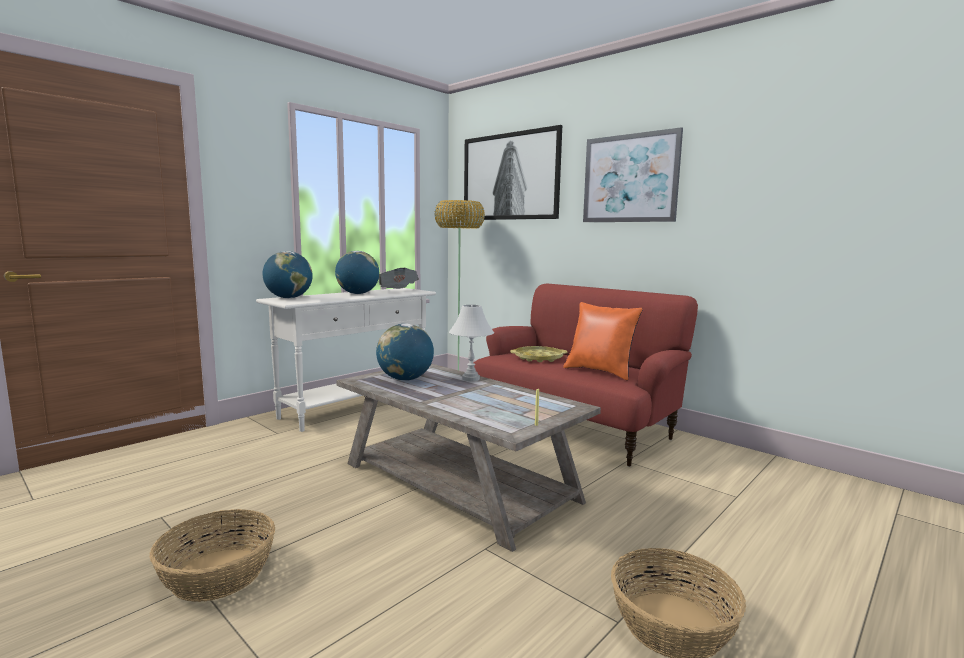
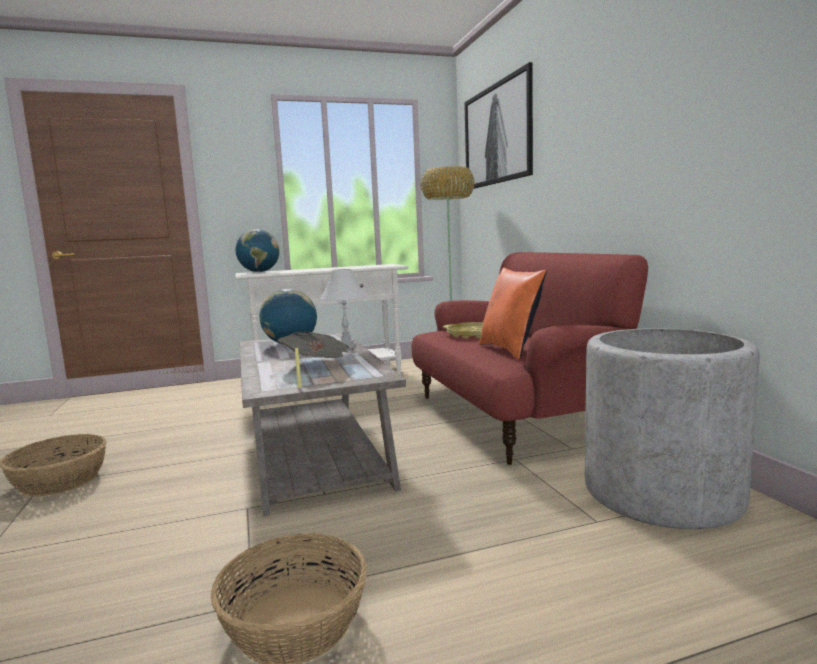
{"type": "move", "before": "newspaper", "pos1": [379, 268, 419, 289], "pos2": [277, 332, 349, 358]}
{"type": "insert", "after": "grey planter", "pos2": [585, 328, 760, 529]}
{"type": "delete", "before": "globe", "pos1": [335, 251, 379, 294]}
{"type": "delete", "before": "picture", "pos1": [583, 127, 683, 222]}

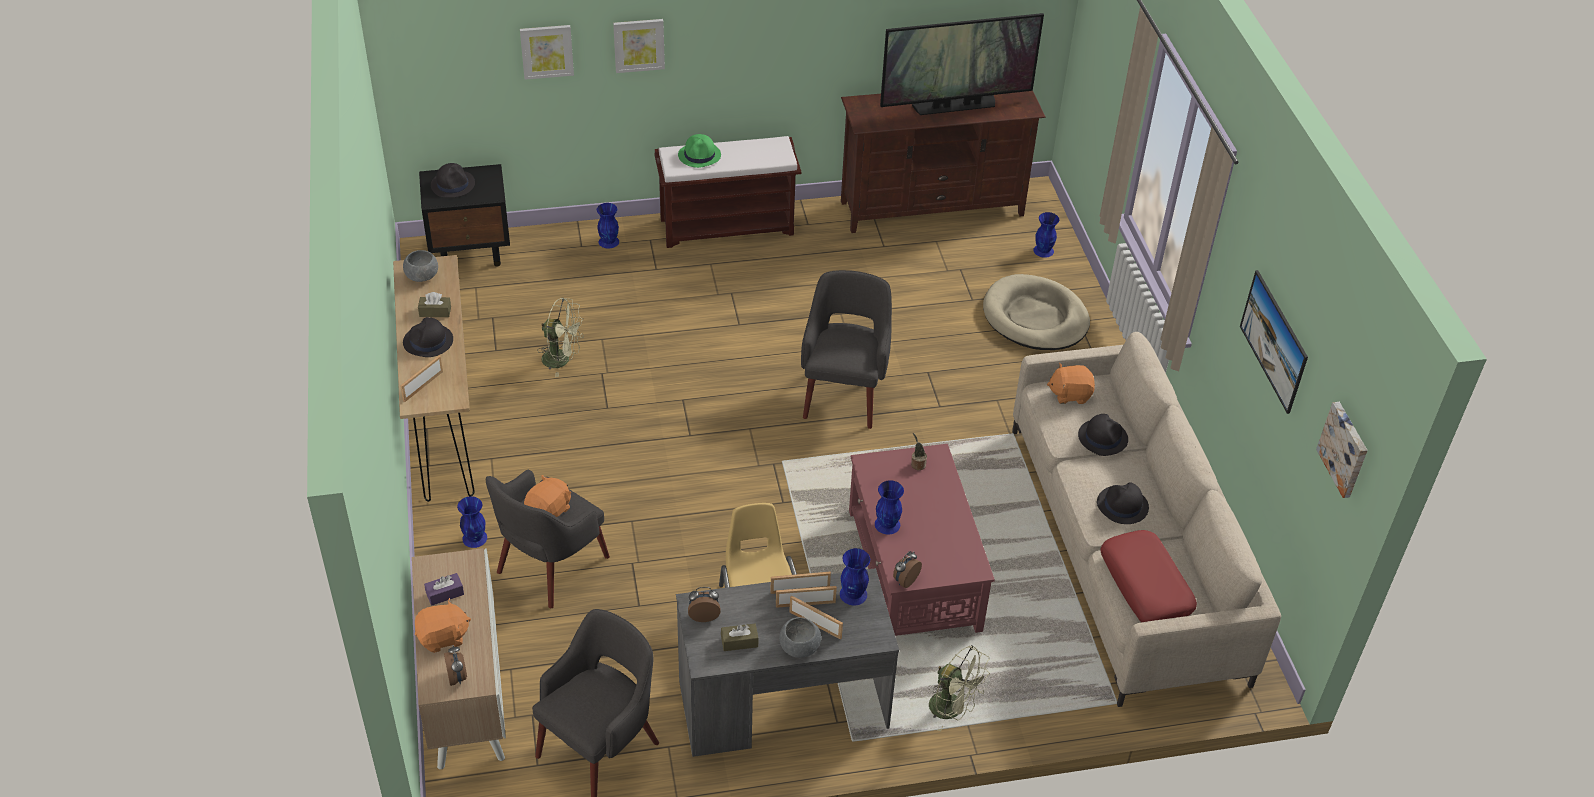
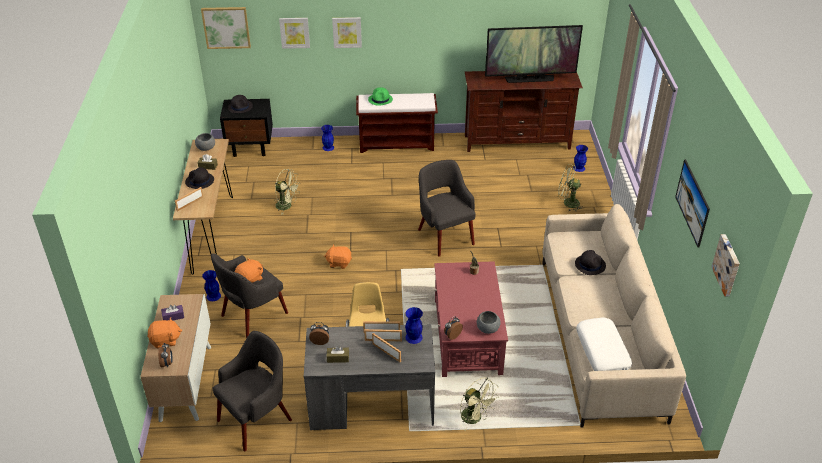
{"type": "insert", "after": "picture", "pos2": [201, 7, 251, 49]}
{"type": "move", "before": "orange plush toy", "pos1": [1047, 363, 1095, 404], "pos2": [324, 244, 352, 269]}
{"type": "rotate", "before": "grey armchair", "pos1": [801, 270, 892, 429], "pos2": [418, 160, 476, 257], "turn": -45}
{"type": "move", "before": "grey bowl", "pos1": [779, 617, 821, 658], "pos2": [477, 311, 501, 334]}
{"type": "replace", "before": "beige dog bed", "after": "green fan", "pos1": [983, 274, 1090, 350], "pos2": [558, 164, 584, 211]}
{"type": "recolor", "before": "red pillow", "after": "white pillow", "pos1": [1100, 530, 1197, 622], "pos2": [576, 318, 632, 371]}
{"type": "delete", "before": "blue vase", "pos1": [875, 480, 904, 534]}
{"type": "delete", "before": "black hat", "pos1": [1097, 482, 1149, 524]}

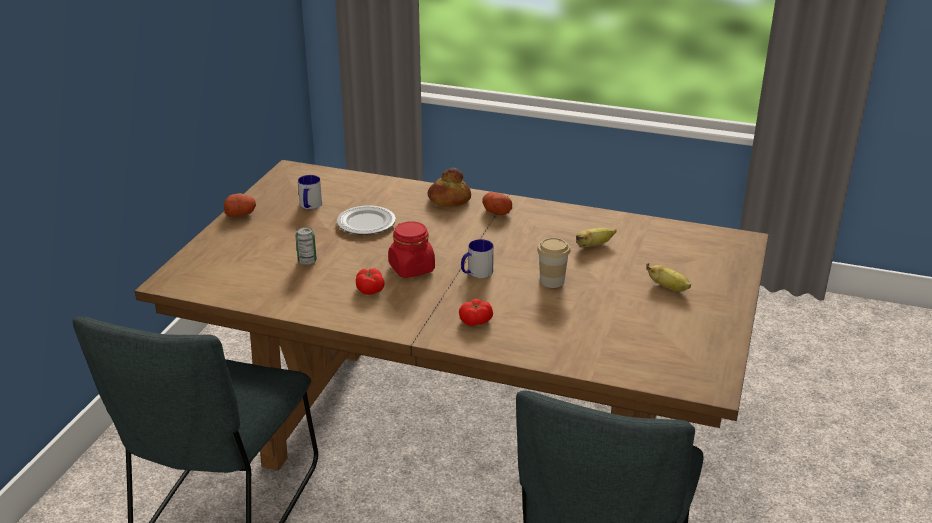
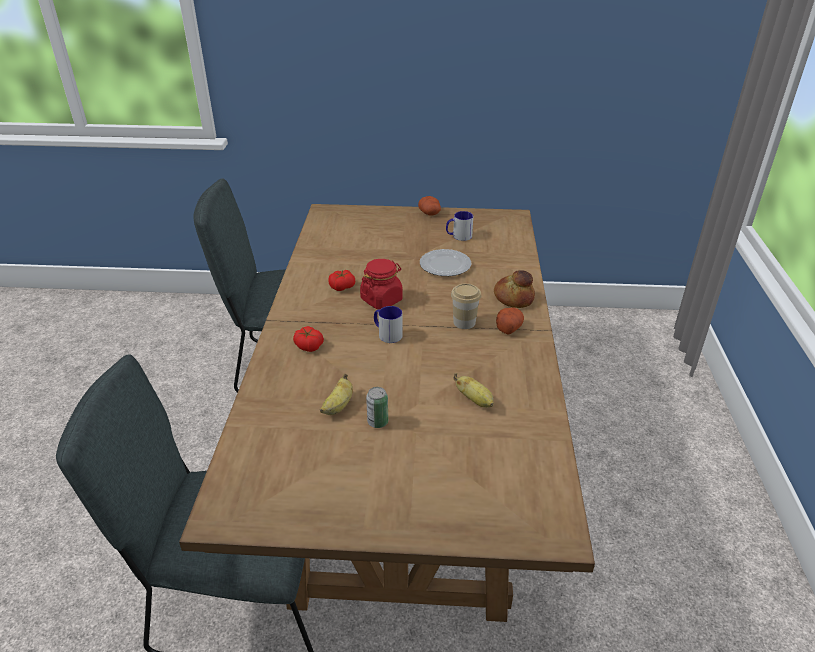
{"type": "move", "before": "banana", "pos1": [646, 263, 691, 291], "pos2": [320, 373, 353, 415]}
{"type": "move", "before": "can", "pos1": [295, 227, 317, 265], "pos2": [366, 387, 388, 428]}
{"type": "move", "before": "cup", "pos1": [537, 237, 570, 288], "pos2": [451, 283, 481, 329]}

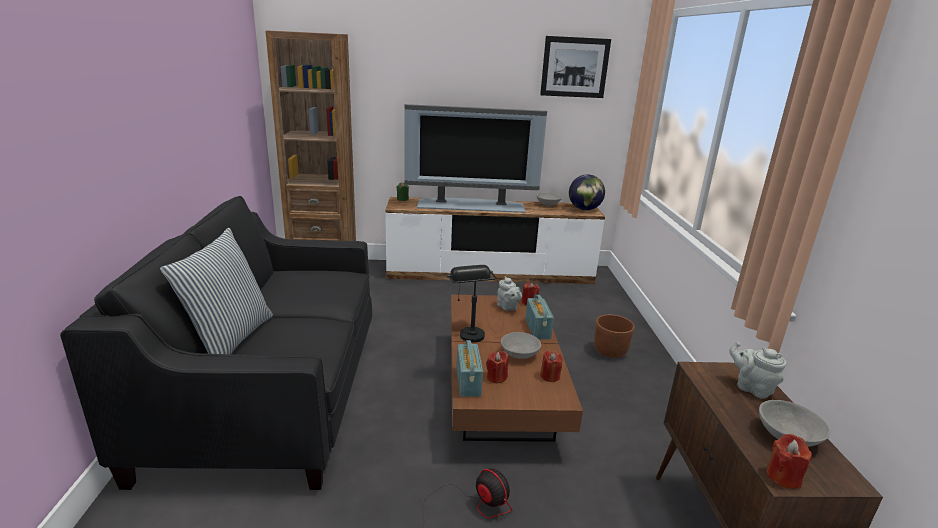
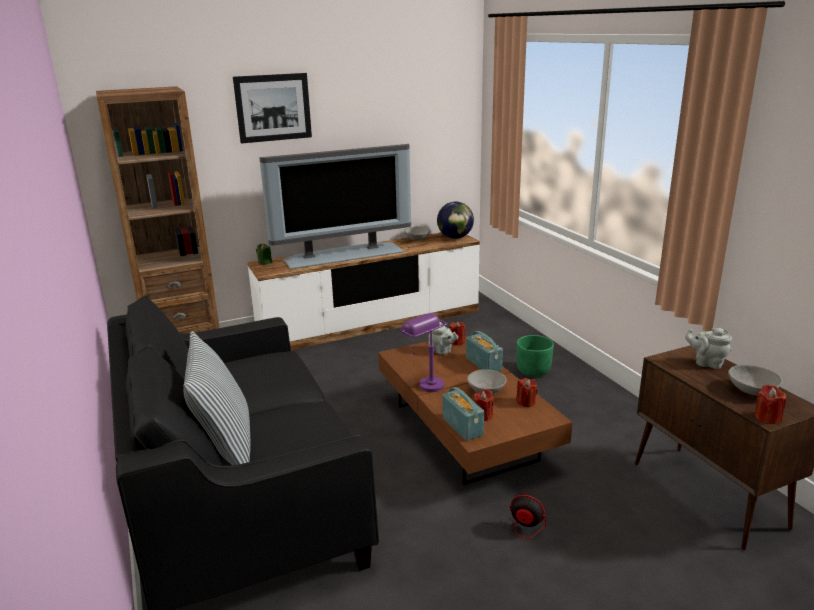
{"type": "move", "before": "picture", "pos1": [540, 36, 611, 98], "pos2": [233, 73, 312, 144]}
{"type": "recolor", "before": "black table lamp", "after": "purple table lamp", "pos1": [447, 265, 497, 343], "pos2": [400, 313, 448, 392]}
{"type": "recolor", "before": "brown planter", "after": "green planter", "pos1": [594, 314, 635, 358], "pos2": [517, 335, 554, 377]}

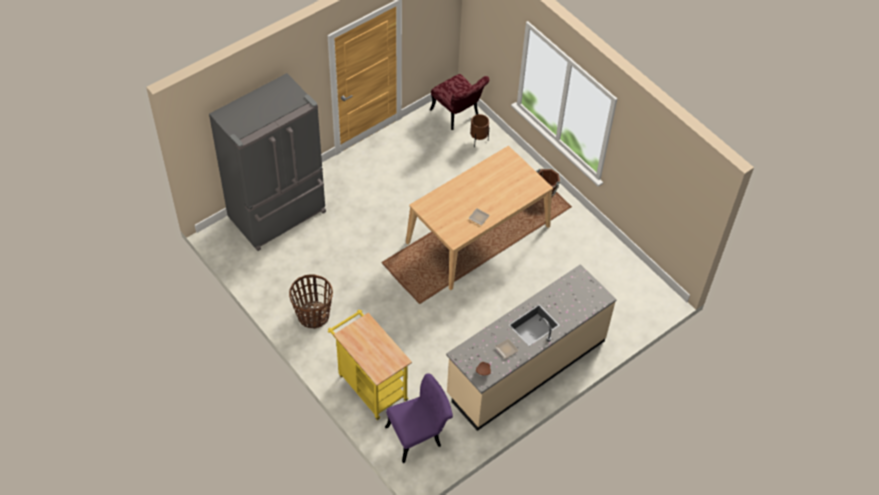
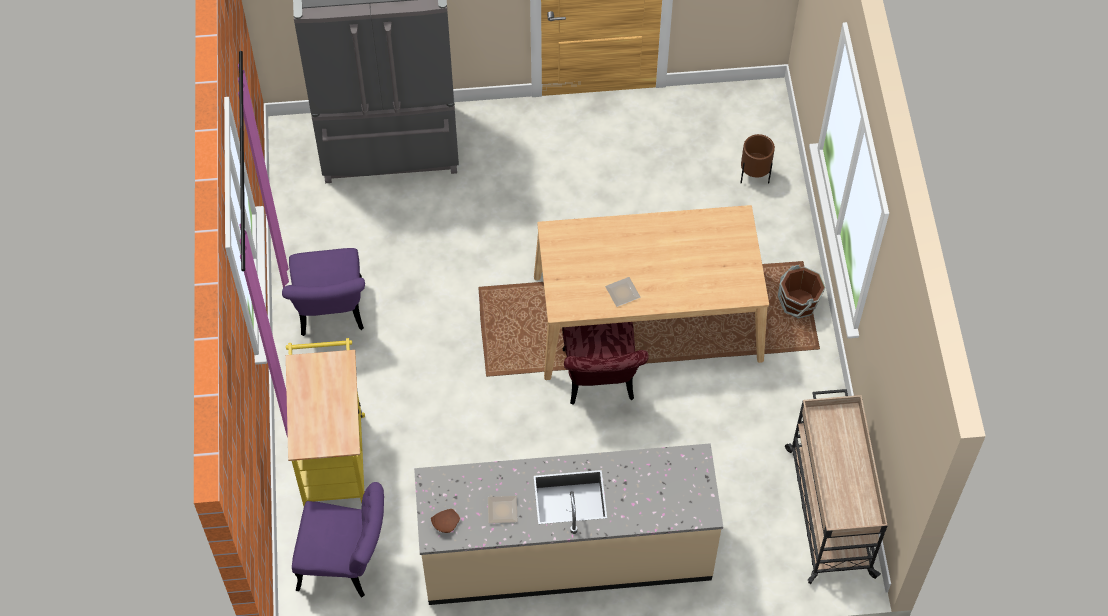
{"type": "replace", "before": "basket", "after": "purple chair", "pos1": [289, 275, 333, 329], "pos2": [282, 248, 365, 336]}
{"type": "move", "before": "red chair", "pos1": [430, 74, 489, 130], "pos2": [562, 322, 649, 405]}
{"type": "insert", "after": "beige cart", "pos2": [785, 389, 888, 584]}

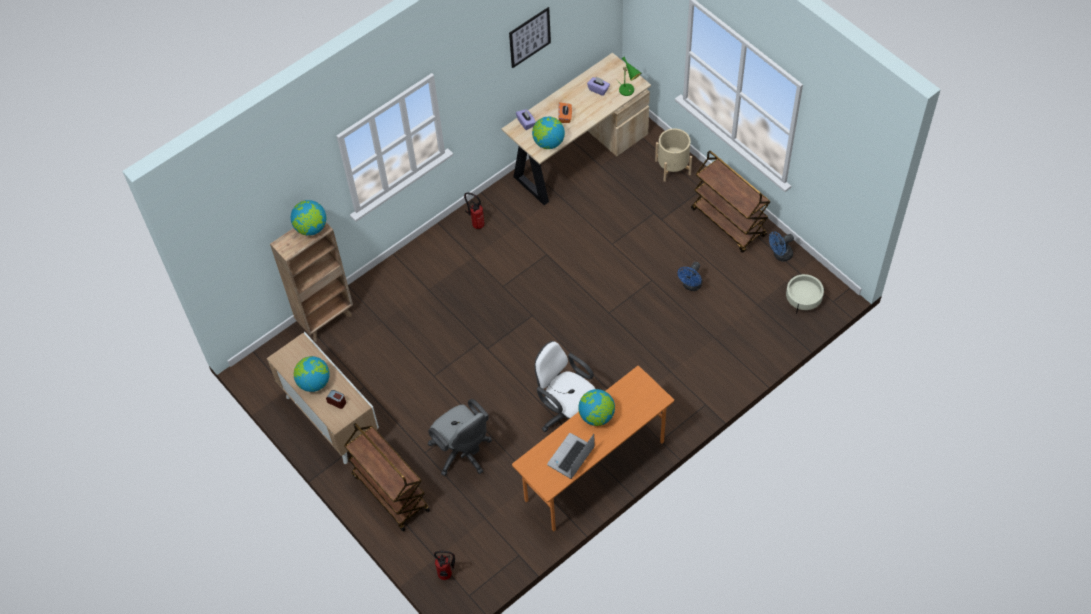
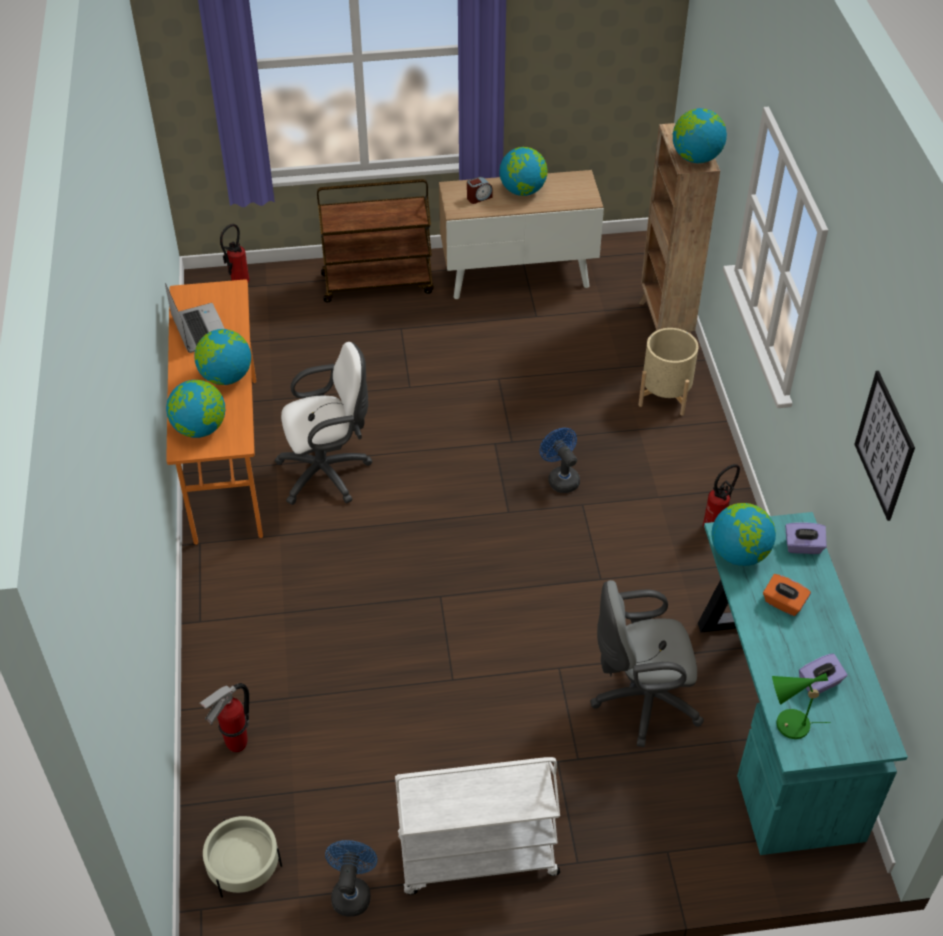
{"type": "insert", "after": "globe", "pos2": [166, 380, 225, 438]}
{"type": "insert", "after": "fire extinguisher", "pos2": [199, 683, 249, 752]}
{"type": "recolor", "before": "brown cart", "after": "white cart", "pos1": [691, 151, 771, 253], "pos2": [395, 757, 560, 895]}
{"type": "move", "before": "blue fan", "pos1": [678, 262, 702, 291], "pos2": [540, 428, 580, 493]}
{"type": "move", "before": "grey office chair", "pos1": [428, 399, 492, 476], "pos2": [590, 580, 704, 747]}
{"type": "move", "before": "beige planter", "pos1": [655, 128, 692, 182], "pos2": [638, 328, 698, 416]}
{"type": "recolor", "before": "beige desk", "after": "turquoise desk", "pos1": [502, 53, 651, 205], "pos2": [698, 512, 908, 855]}

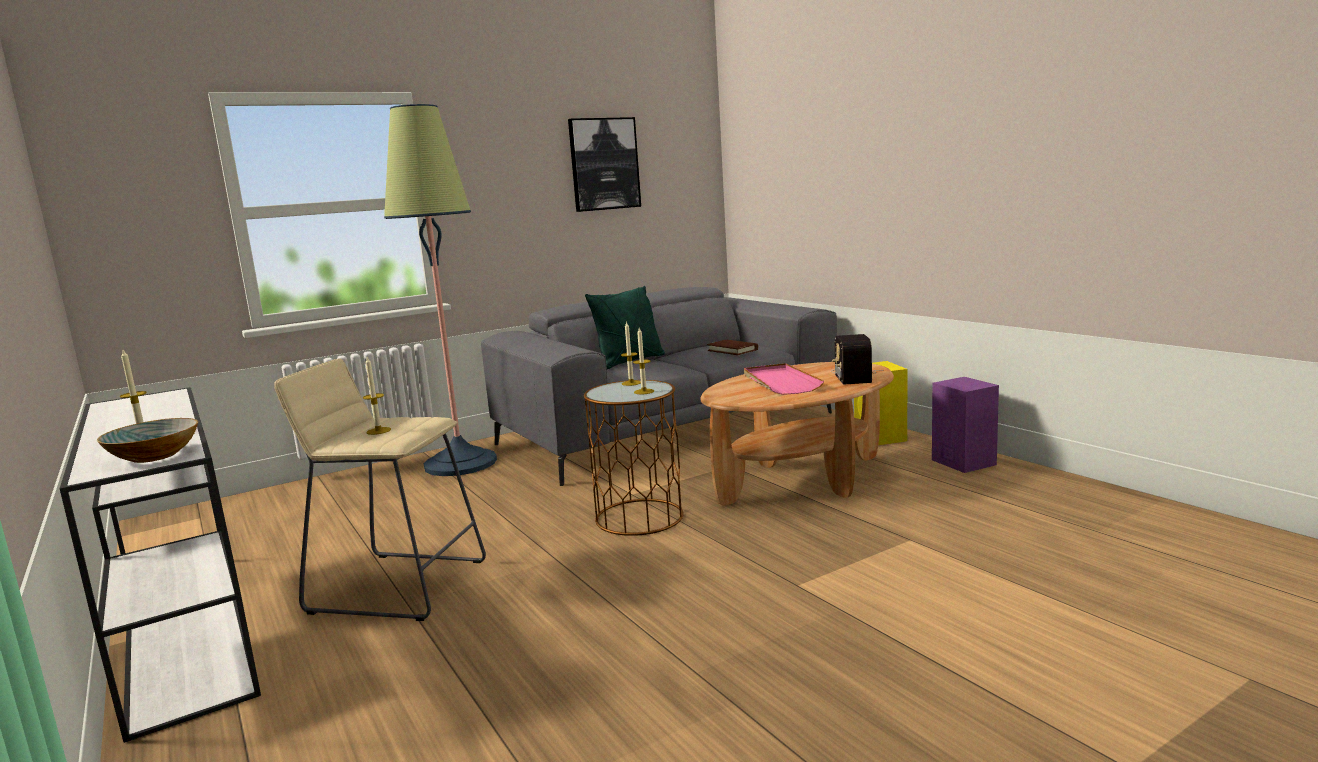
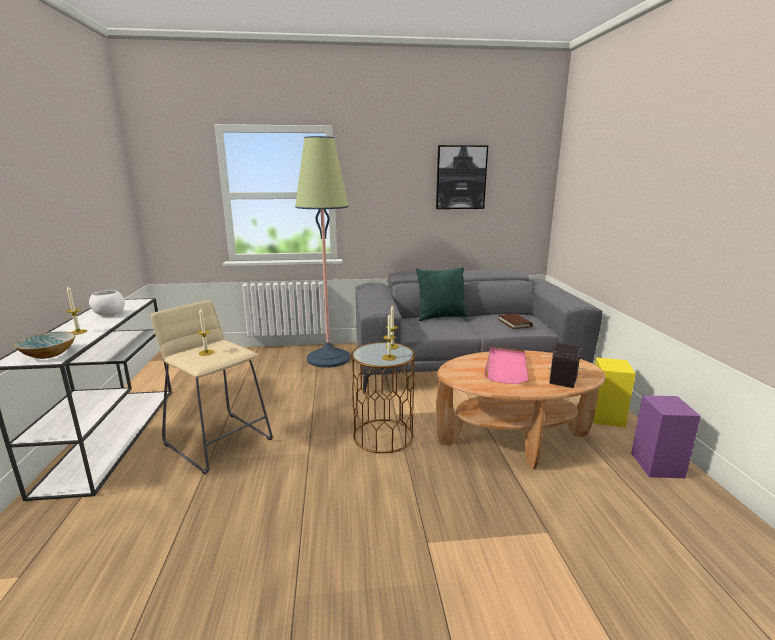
{"type": "insert", "after": "white bowl", "pos2": [89, 290, 125, 316]}

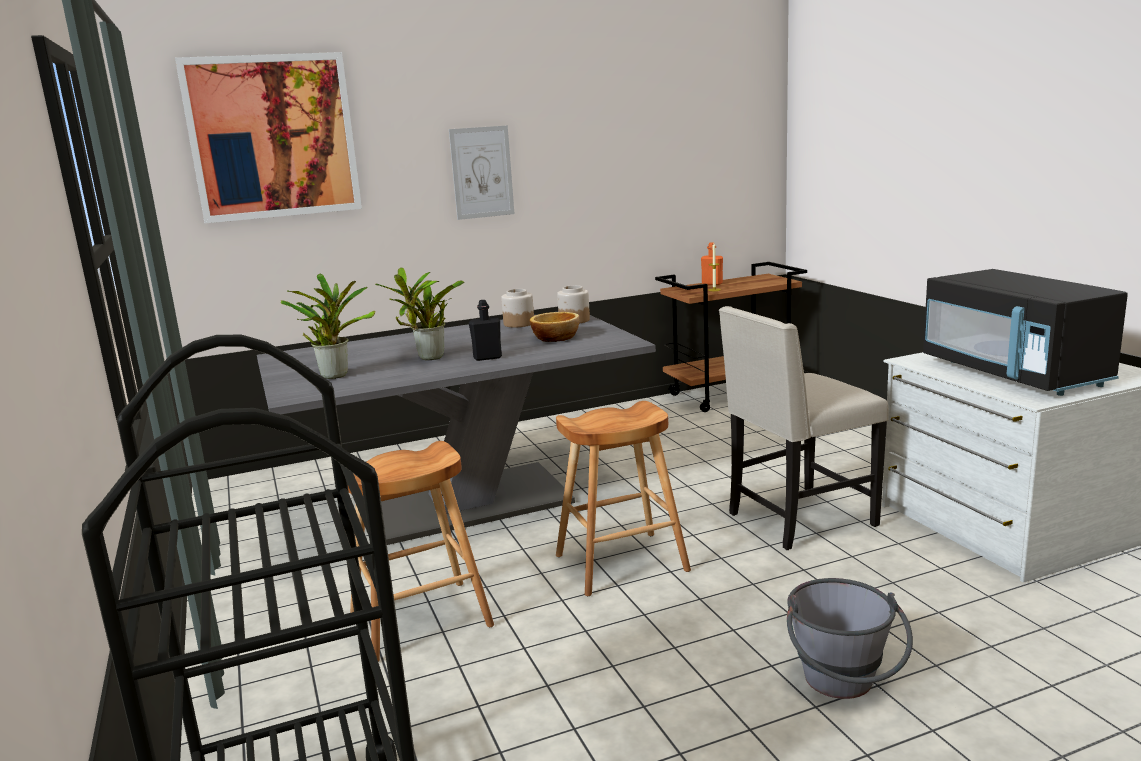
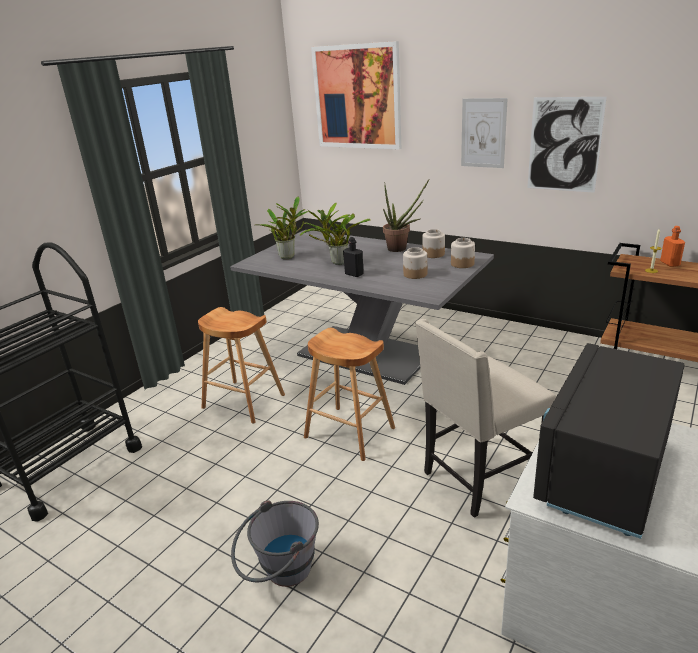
{"type": "insert", "after": "potted plant", "pos2": [383, 180, 429, 252]}
{"type": "replace", "before": "bowl", "after": "jar", "pos1": [530, 312, 580, 342], "pos2": [403, 247, 427, 279]}
{"type": "rotate", "before": "beige chair", "pos1": [719, 306, 889, 550], "pos2": [415, 319, 557, 518], "turn": -60}
{"type": "insert", "after": "picture", "pos2": [527, 97, 607, 193]}

